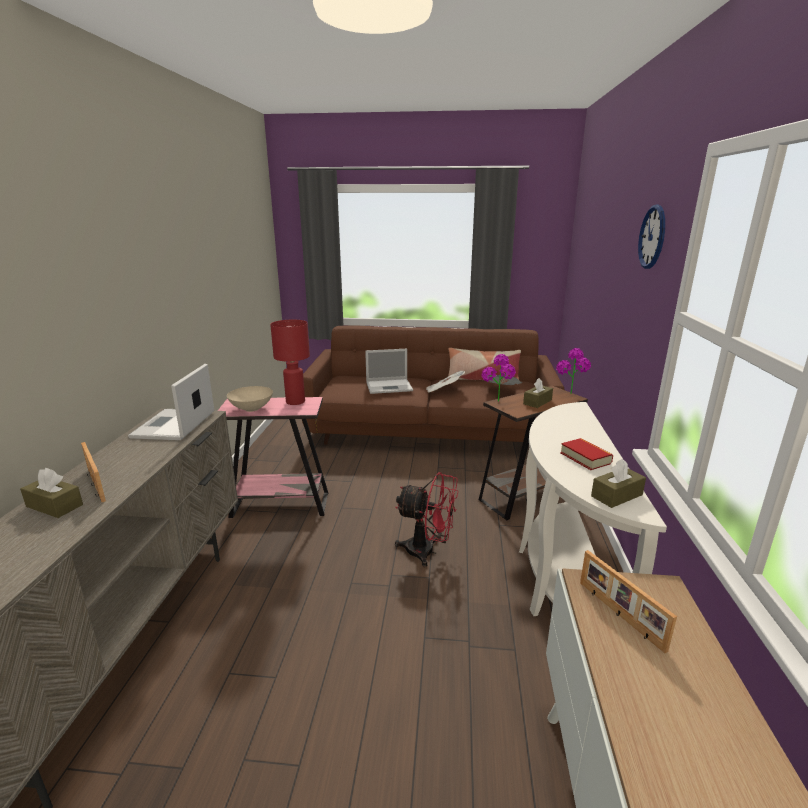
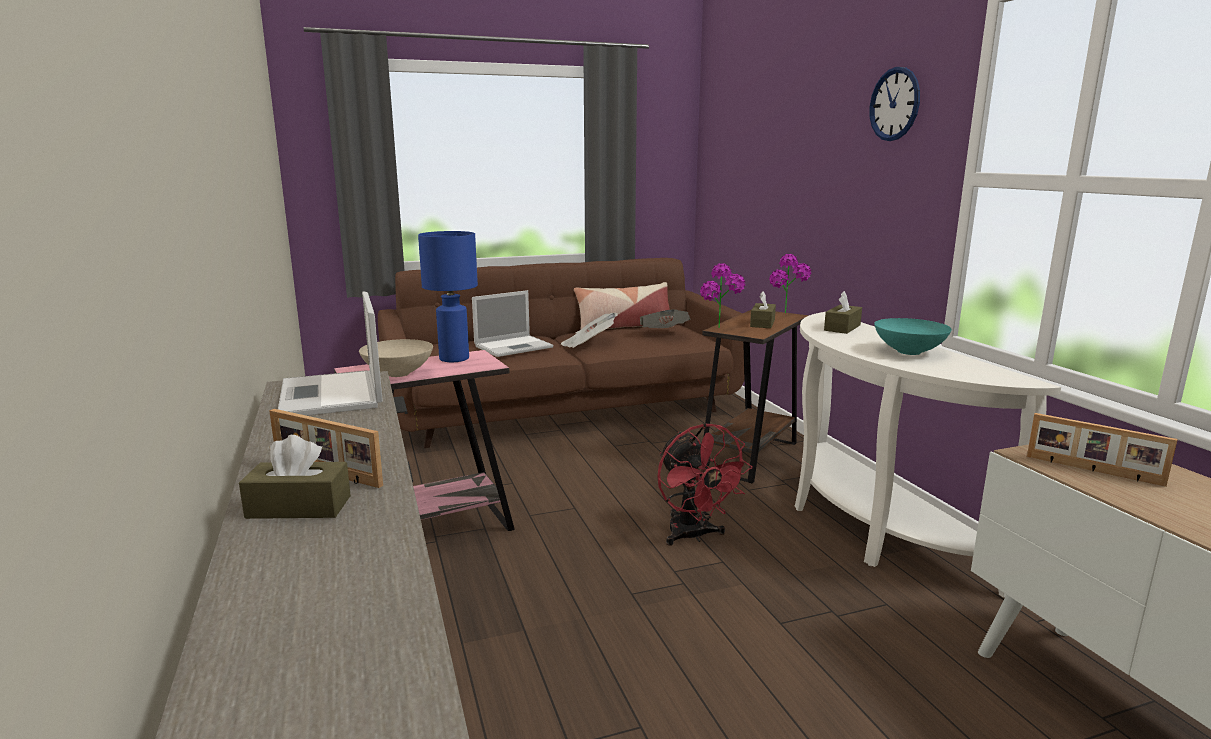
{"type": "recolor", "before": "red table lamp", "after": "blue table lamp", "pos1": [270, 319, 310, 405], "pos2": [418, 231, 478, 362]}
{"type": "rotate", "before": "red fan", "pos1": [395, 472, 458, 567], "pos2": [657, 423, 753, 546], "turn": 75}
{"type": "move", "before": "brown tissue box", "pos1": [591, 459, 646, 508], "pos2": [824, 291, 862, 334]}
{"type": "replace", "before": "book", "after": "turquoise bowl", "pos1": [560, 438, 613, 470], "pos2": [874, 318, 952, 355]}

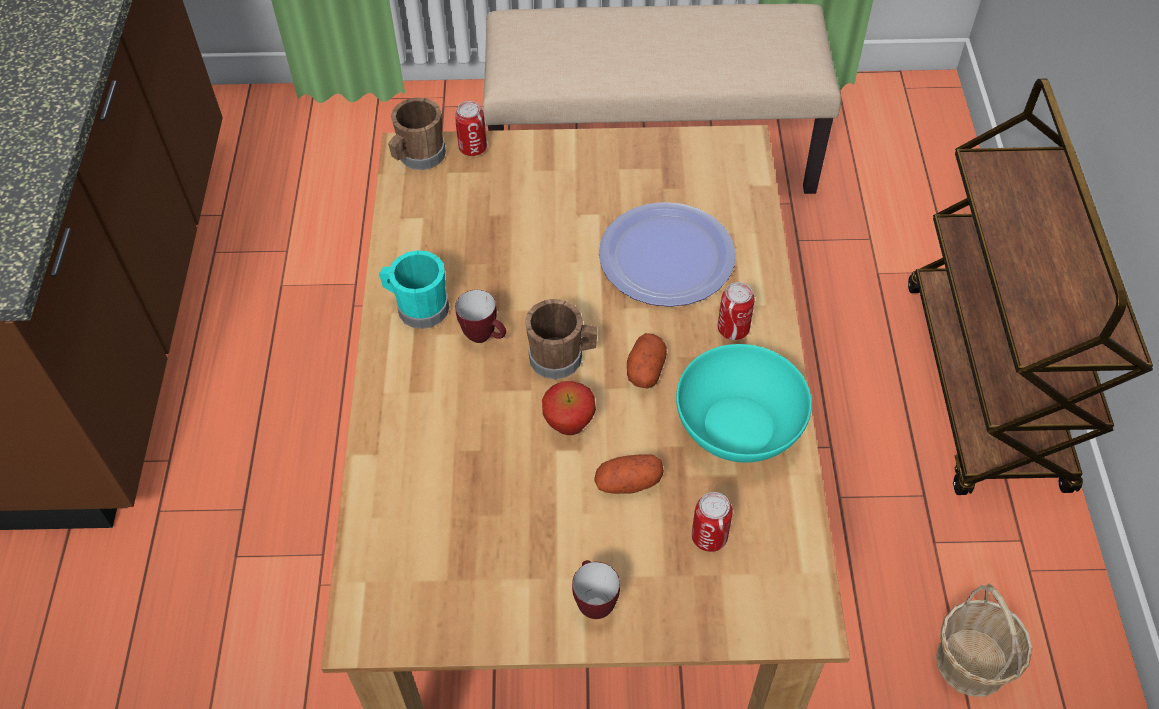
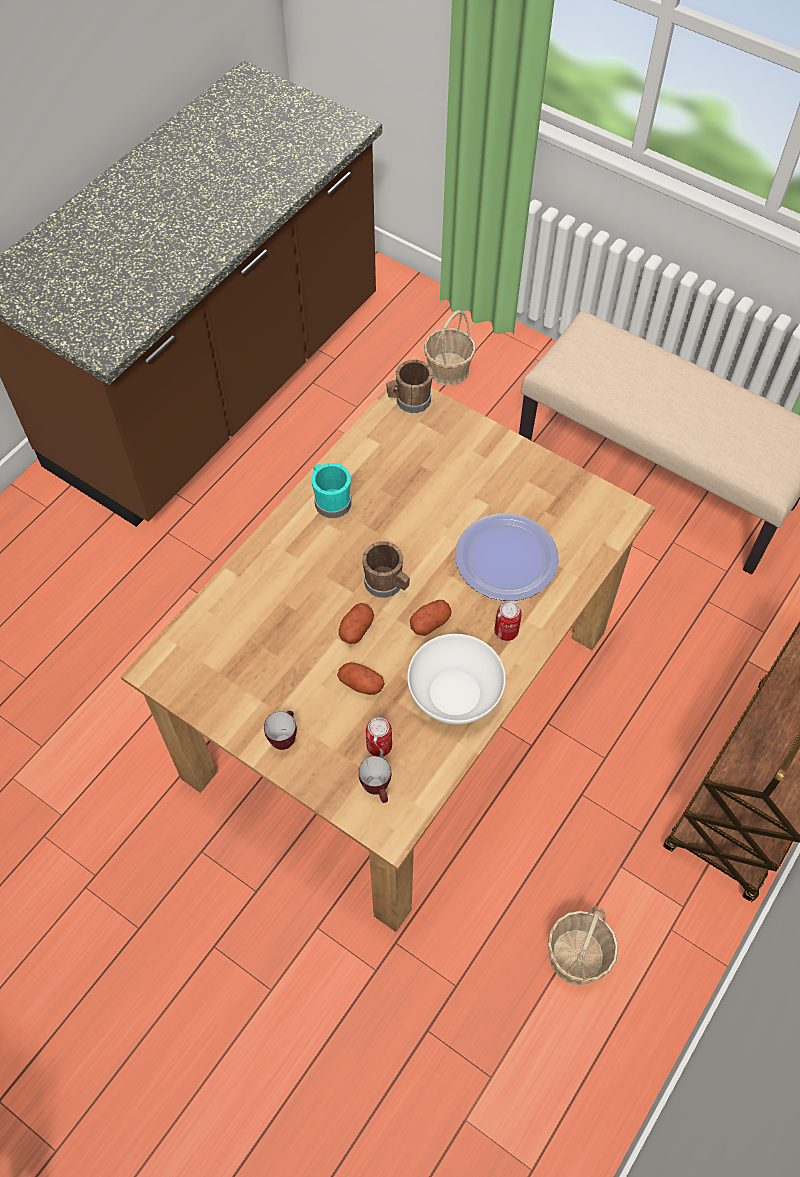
{"type": "replace", "before": "apple", "after": "potato", "pos1": [542, 381, 596, 435], "pos2": [339, 603, 374, 644]}
{"type": "move", "before": "mug", "pos1": [455, 290, 506, 343], "pos2": [358, 756, 391, 803]}
{"type": "recolor", "before": "turquoise bowl", "after": "white bowl", "pos1": [676, 344, 812, 462], "pos2": [407, 634, 506, 725]}
{"type": "insert", "after": "basket", "pos2": [424, 310, 476, 386]}
{"type": "delete", "before": "can", "pos1": [455, 101, 487, 156]}

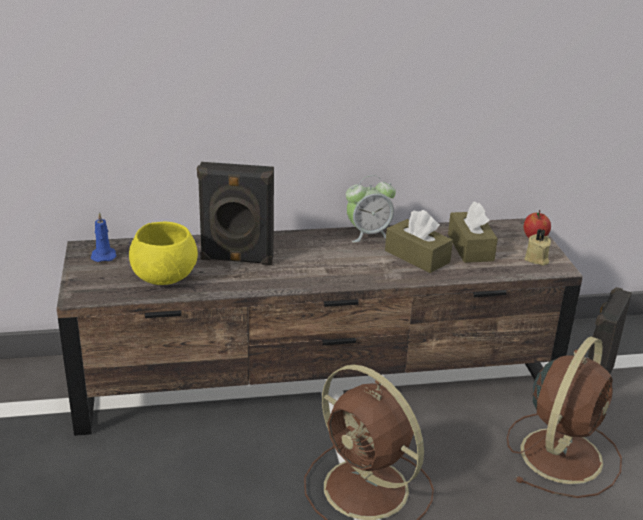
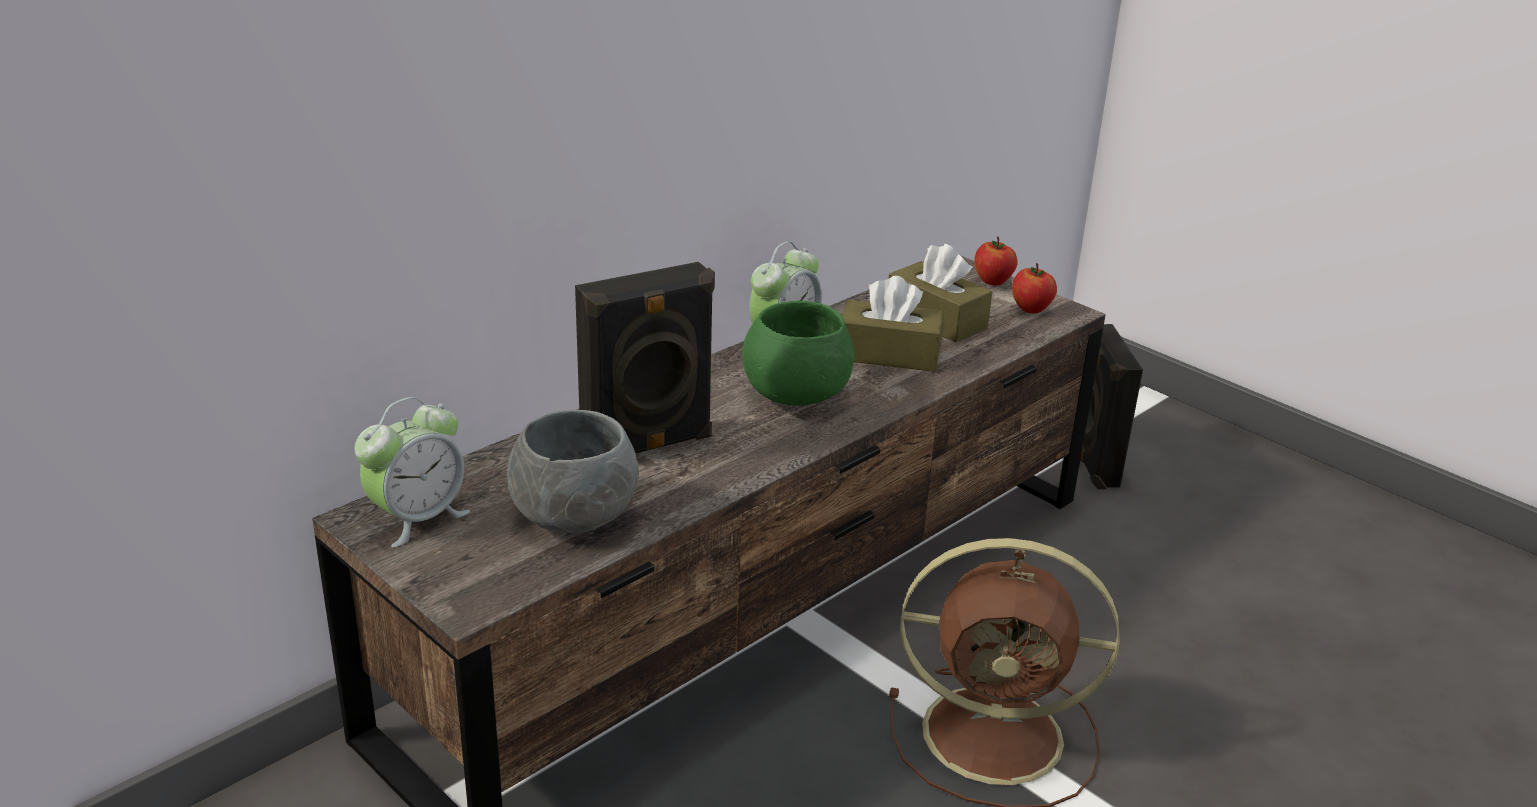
{"type": "replace", "before": "blue candle", "after": "alarm clock", "pos1": [91, 212, 117, 262], "pos2": [354, 397, 470, 548]}
{"type": "recolor", "before": "yellow bowl", "after": "grey bowl", "pos1": [129, 222, 198, 285], "pos2": [507, 410, 639, 533]}
{"type": "insert", "after": "green bowl", "pos2": [742, 301, 854, 406]}
{"type": "replace", "before": "beige candle", "after": "apple", "pos1": [524, 229, 551, 266], "pos2": [1012, 263, 1057, 313]}
{"type": "delete", "before": "brown fan", "pos1": [507, 336, 622, 498]}

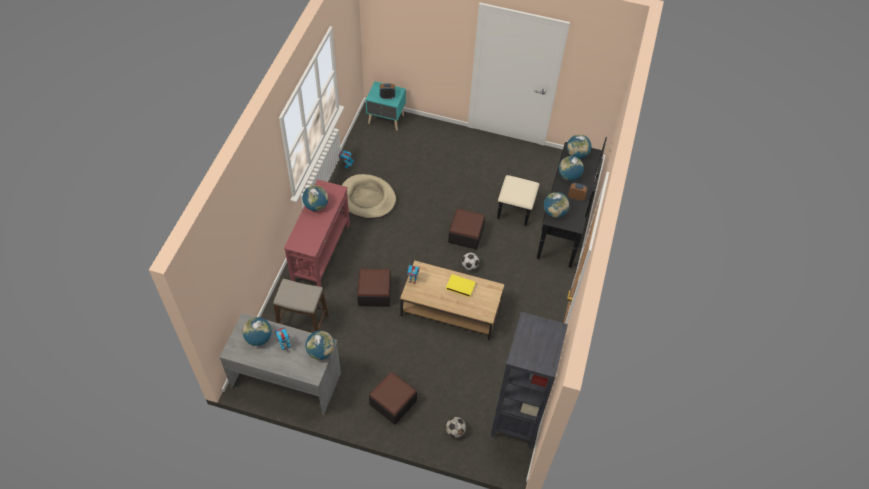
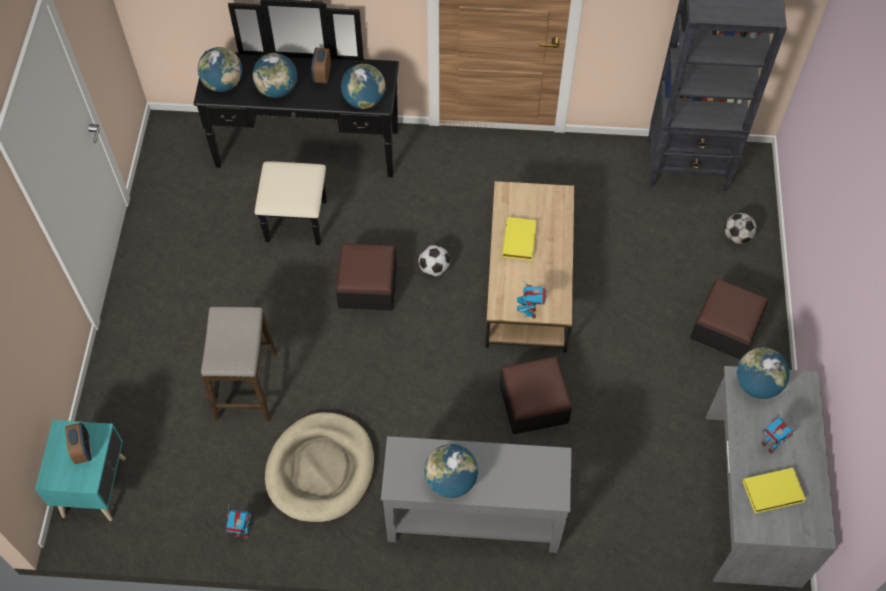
{"type": "move", "before": "stool", "pos1": [273, 279, 329, 333], "pos2": [201, 307, 277, 421]}
{"type": "recolor", "before": "red console table", "after": "grey console table", "pos1": [284, 180, 350, 287], "pos2": [381, 436, 571, 553]}
{"type": "replace", "before": "globe", "after": "yellow book", "pos1": [242, 317, 272, 346], "pos2": [743, 468, 806, 513]}

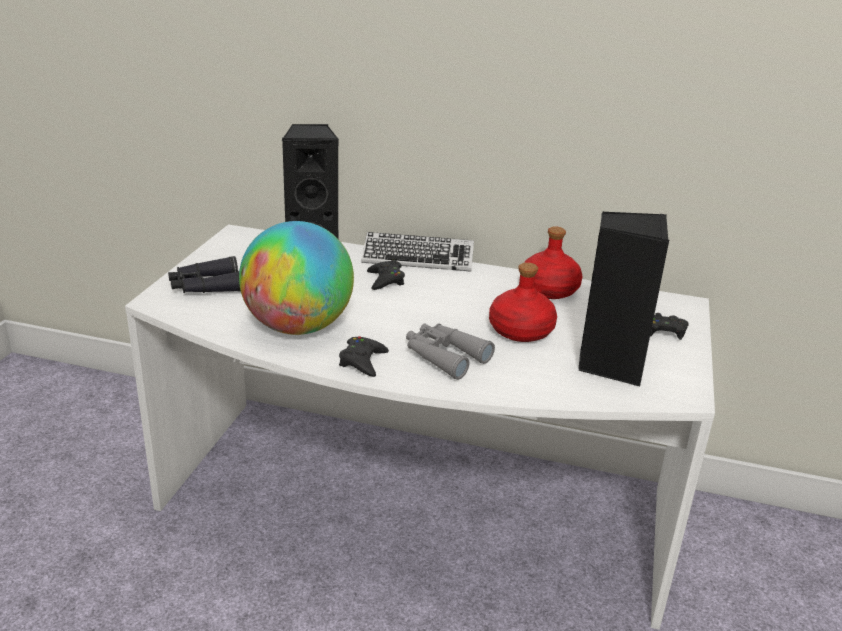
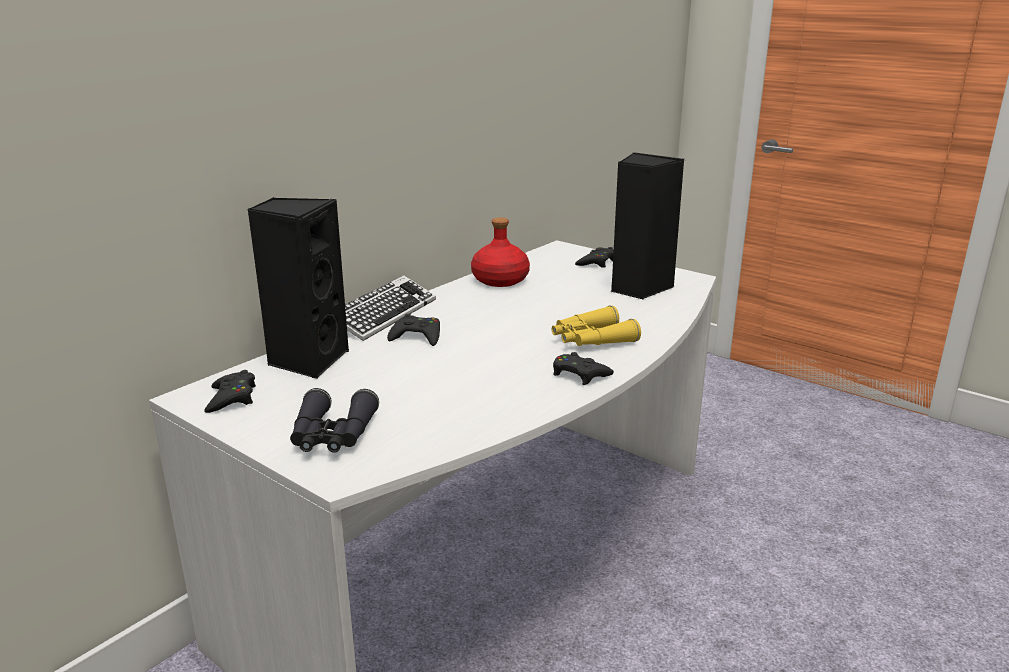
{"type": "insert", "after": "black game controller", "pos2": [204, 370, 256, 413]}
{"type": "recolor", "before": "grey binoculars", "after": "yellow binoculars", "pos1": [406, 323, 495, 380], "pos2": [552, 305, 641, 346]}
{"type": "delete", "before": "globe", "pos1": [239, 221, 354, 335]}
{"type": "delete", "before": "red bottle", "pos1": [489, 262, 557, 342]}

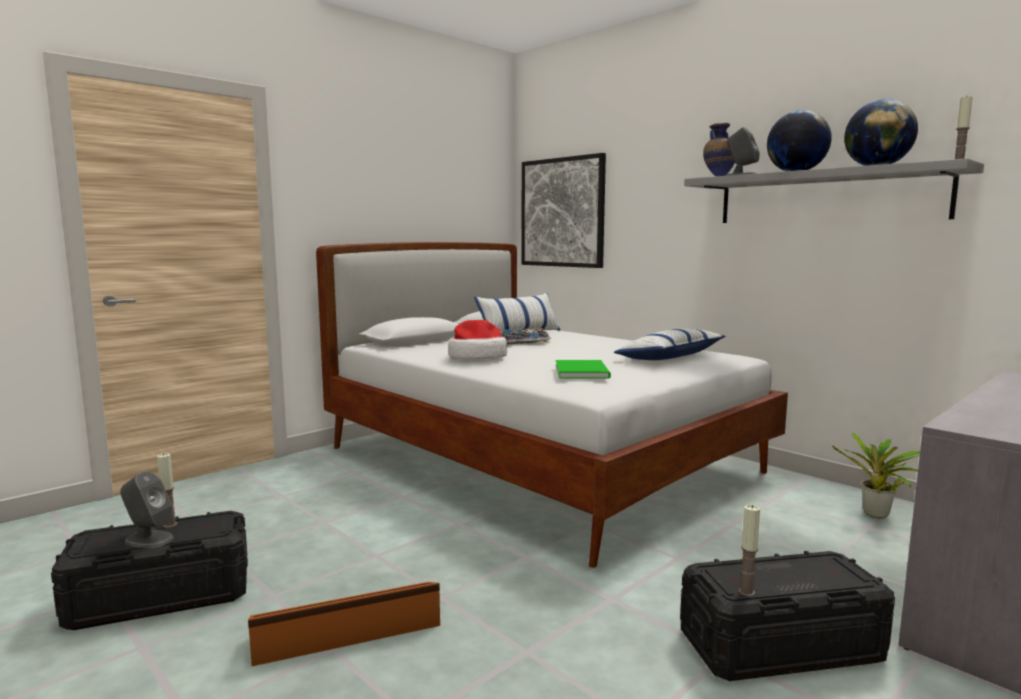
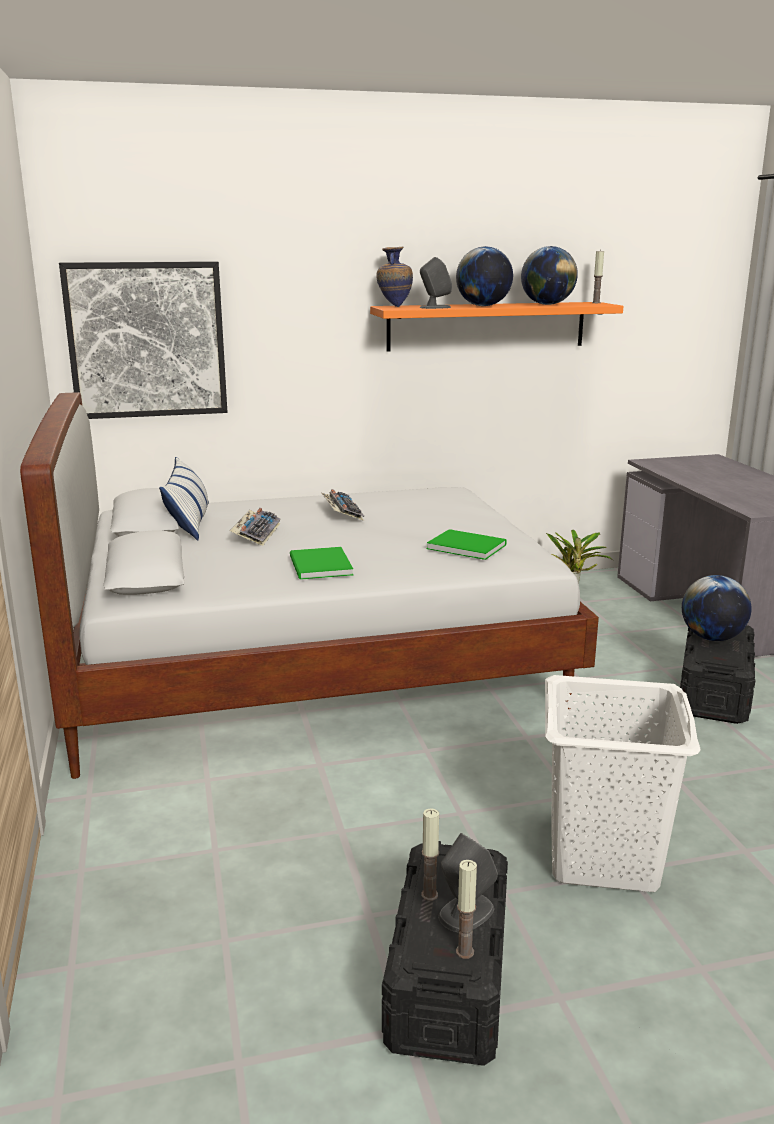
{"type": "replace", "before": "hat", "after": "green book", "pos1": [448, 320, 507, 359], "pos2": [290, 547, 353, 580]}
{"type": "insert", "after": "keyboard", "pos2": [322, 489, 365, 521]}
{"type": "recolor", "before": "grey shelf", "after": "orange shelf", "pos1": [684, 158, 984, 223], "pos2": [370, 302, 623, 352]}
{"type": "move", "before": "candle", "pos1": [738, 505, 760, 597], "pos2": [456, 860, 477, 959]}
{"type": "replace", "before": "brown storage box", "after": "white laundry basket", "pos1": [248, 582, 440, 666], "pos2": [545, 675, 701, 892]}
{"type": "insert", "after": "globe", "pos2": [682, 575, 752, 641]}
{"type": "delete", "before": "pillow", "pos1": [613, 328, 725, 360]}

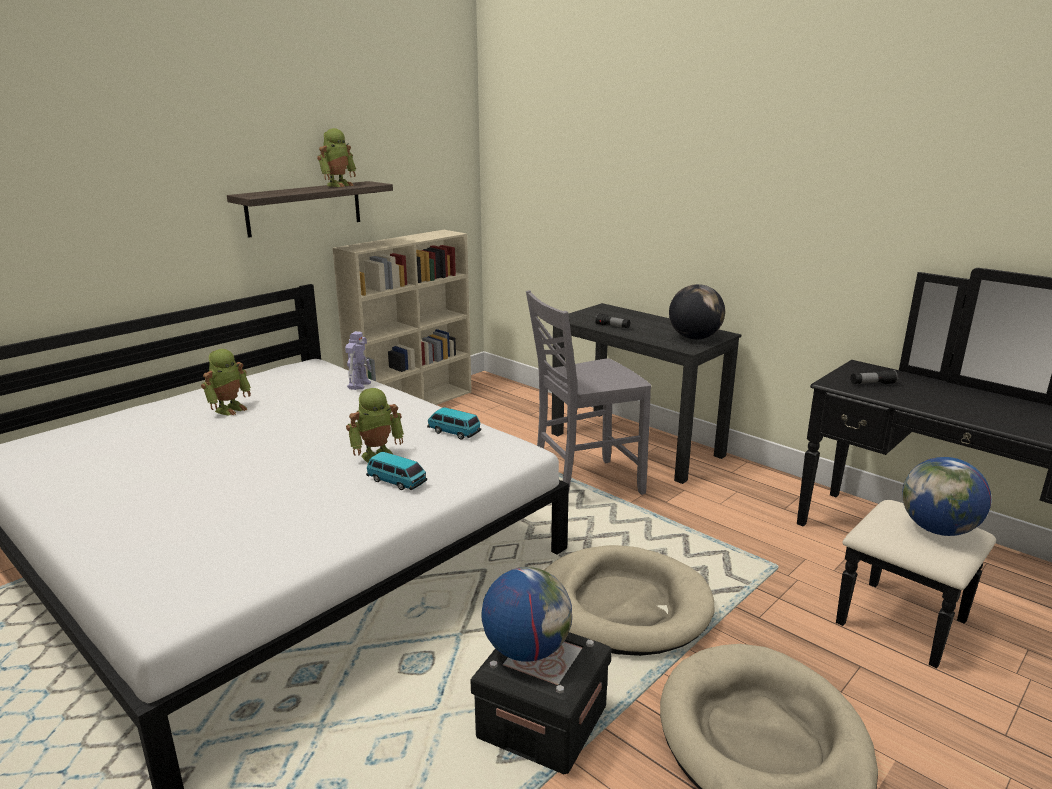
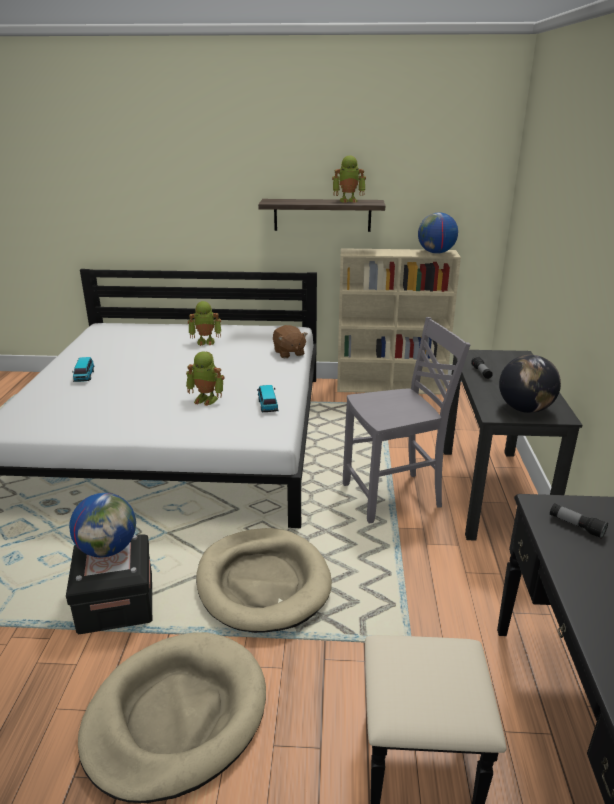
{"type": "move", "before": "toy car", "pos1": [366, 452, 427, 490], "pos2": [72, 357, 95, 382]}
{"type": "replace", "before": "toy robot", "after": "brown plush toy", "pos1": [345, 331, 371, 390], "pos2": [273, 325, 307, 358]}
{"type": "rotate", "before": "grey chair", "pos1": [526, 290, 651, 495], "pos2": [343, 317, 470, 524], "turn": 135}
{"type": "move", "before": "globe", "pos1": [902, 457, 992, 536], "pos2": [418, 213, 458, 254]}

